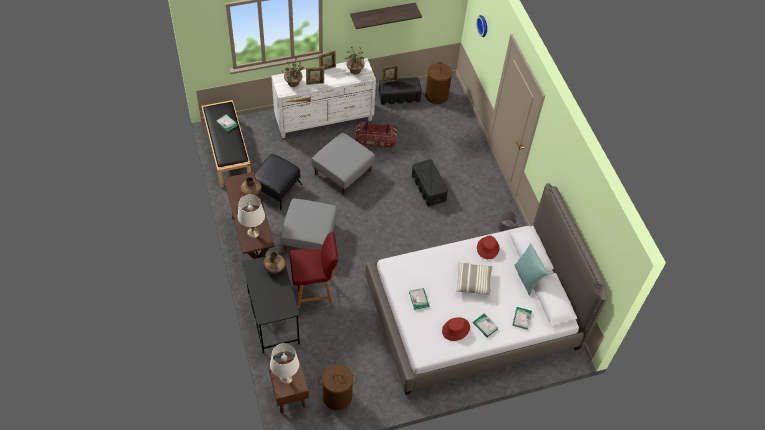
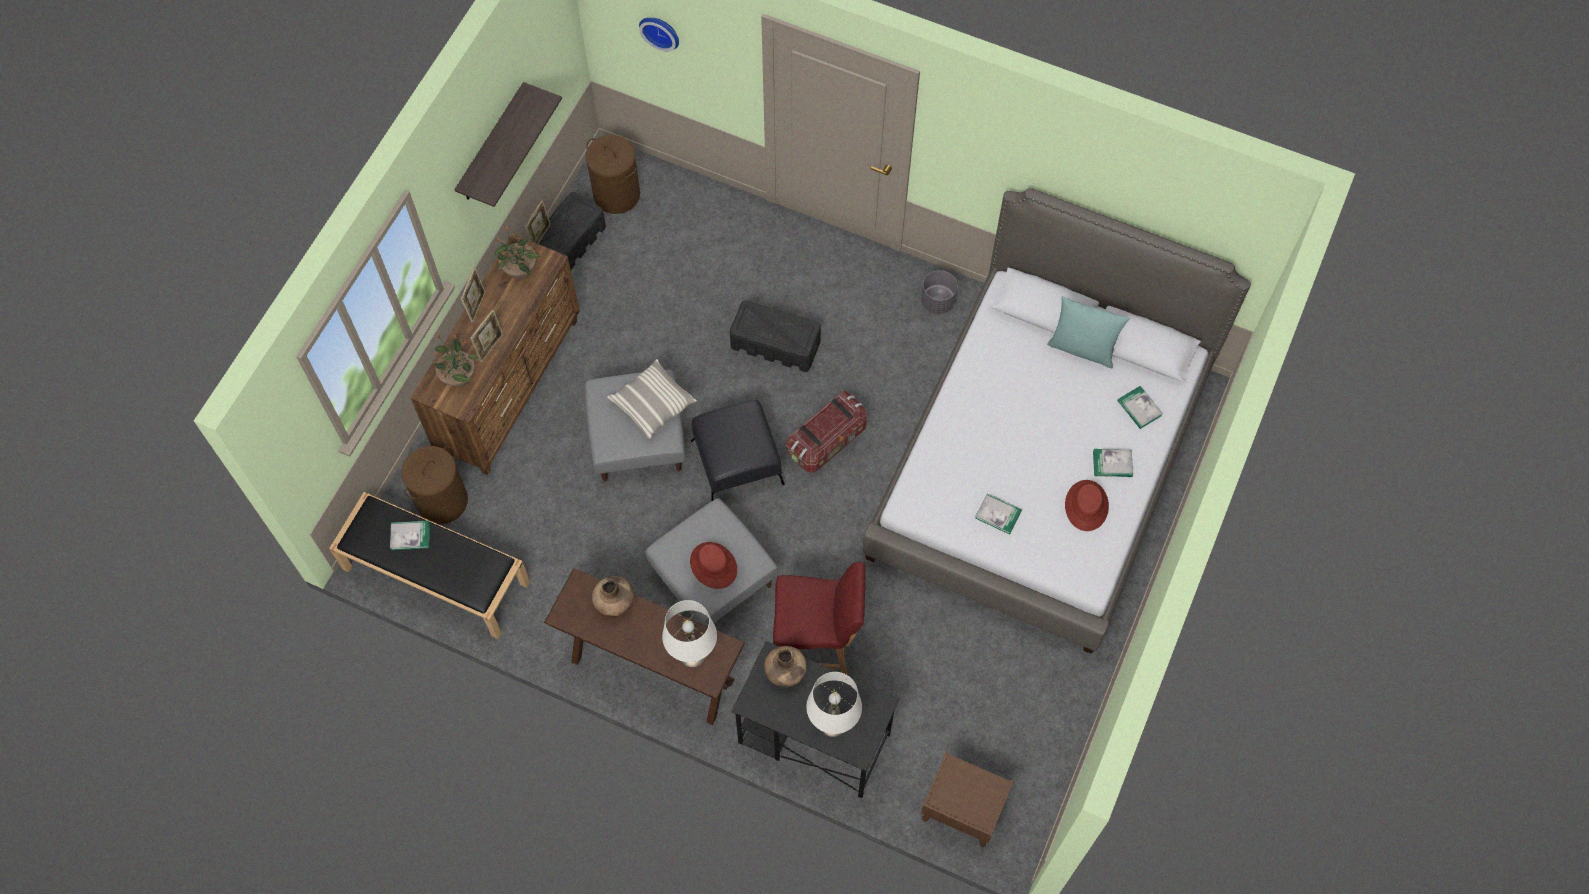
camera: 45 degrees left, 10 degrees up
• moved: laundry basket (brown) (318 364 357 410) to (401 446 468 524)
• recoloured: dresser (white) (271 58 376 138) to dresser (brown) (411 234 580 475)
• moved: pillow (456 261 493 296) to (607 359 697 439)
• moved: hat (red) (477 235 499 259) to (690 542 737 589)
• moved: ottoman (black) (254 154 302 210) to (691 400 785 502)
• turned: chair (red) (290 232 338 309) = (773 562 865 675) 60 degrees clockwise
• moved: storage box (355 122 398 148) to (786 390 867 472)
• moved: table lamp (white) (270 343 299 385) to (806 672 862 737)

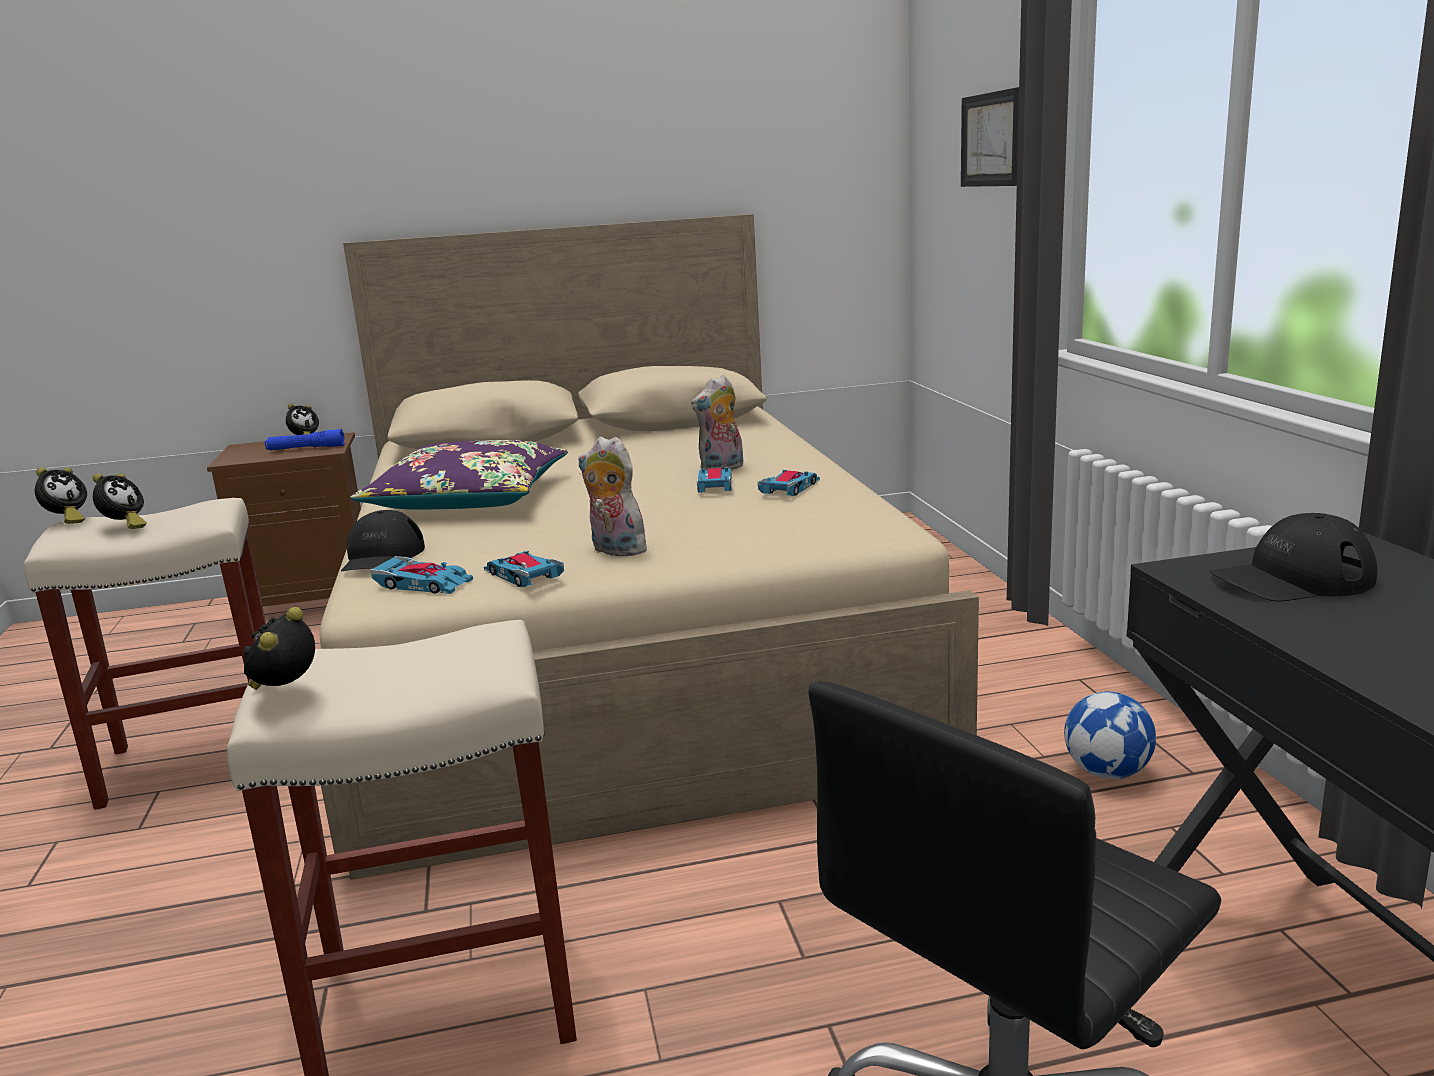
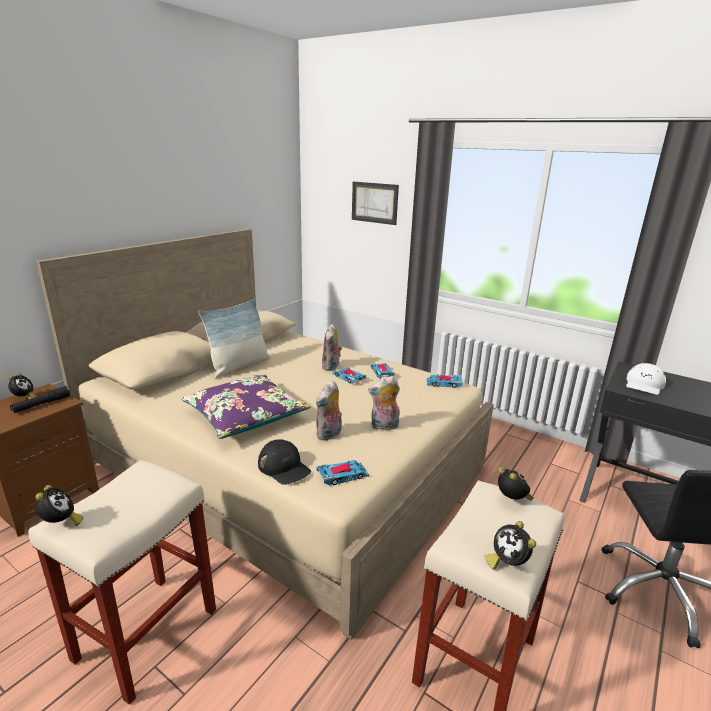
camera: 45 degrees left, 5 degrees up
• recoloured: flashlight (blue) (265 429 345 450) to flashlight (black) (10 386 70 413)
• added: pillow (198 299 270 378)
• added: plush toy (316 381 342 441)
• moved: toy car (484 551 564 588) to (427 374 463 388)
• moved: alarm clock (93 473 147 529) to (498 467 534 501)
• recoloured: cap (black) (1210 513 1377 601) to cap (white) (626 363 666 395)
• removed: football (1064 691 1156 779)

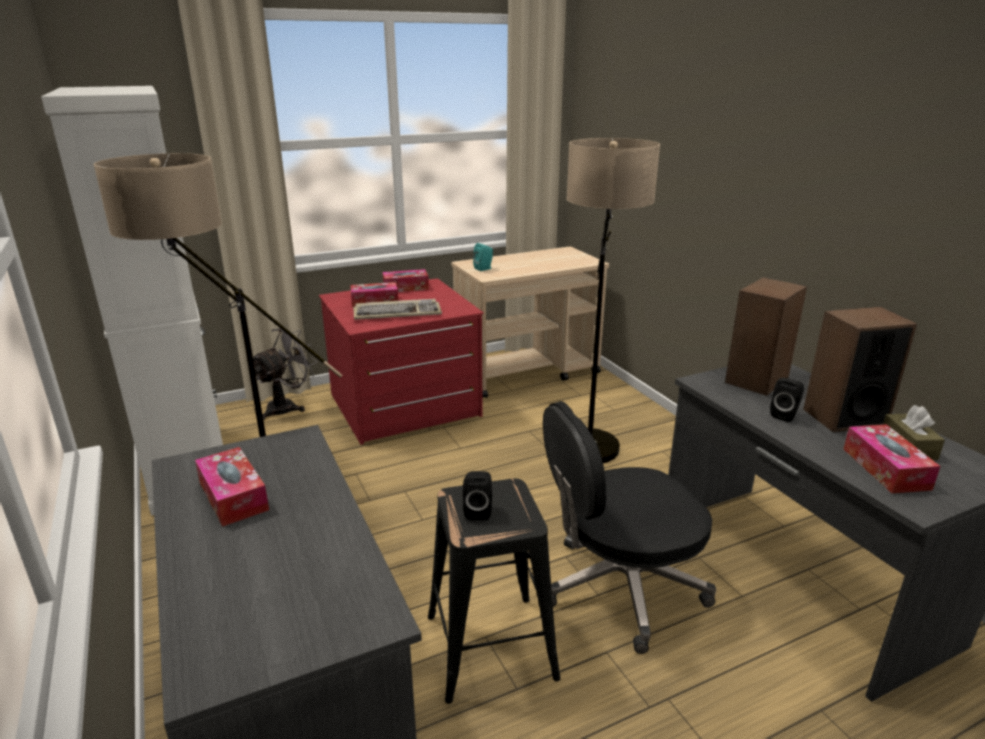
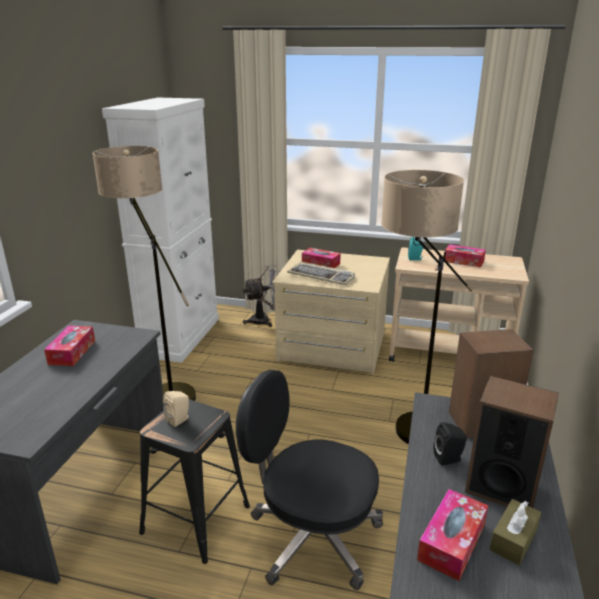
camera: 40 degrees right, 0 degrees up
• recoloured: speaker (black) (463 471 492 520) to speaker (beige) (163 391 189 427)
• recoloured: dresser (red) (319 278 484 445) to dresser (beige) (272 250 390 374)
• moved: tissue box (382 269 429 292) to (445 244 486 268)

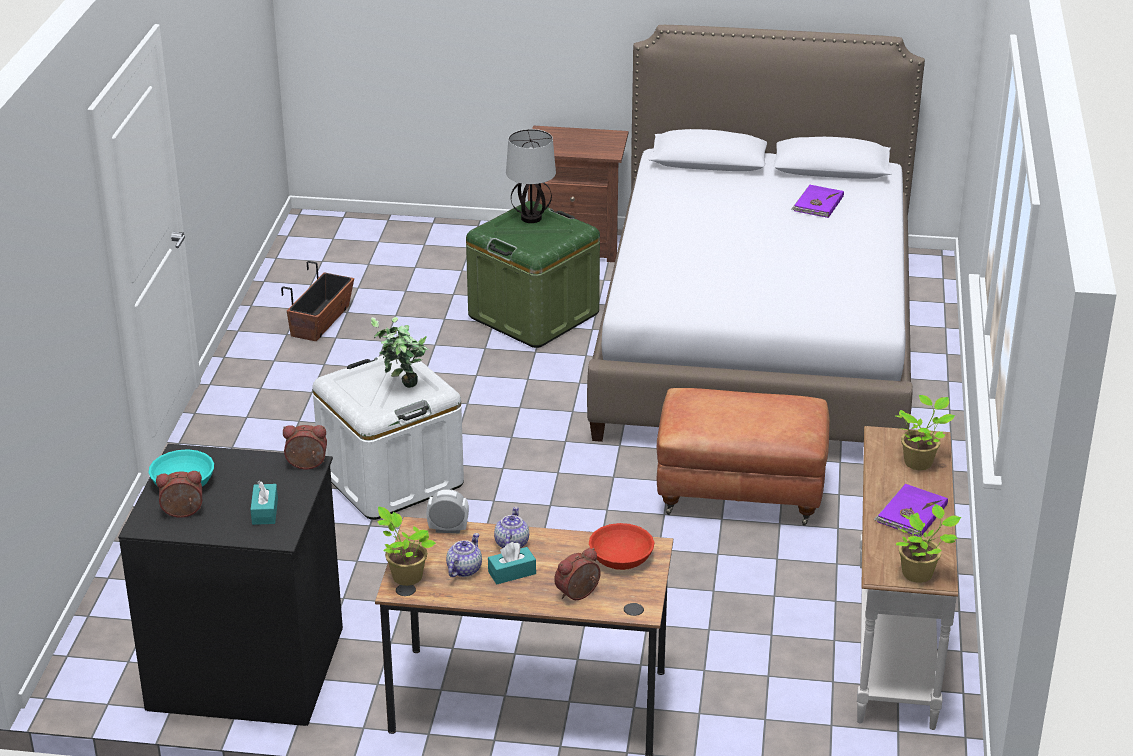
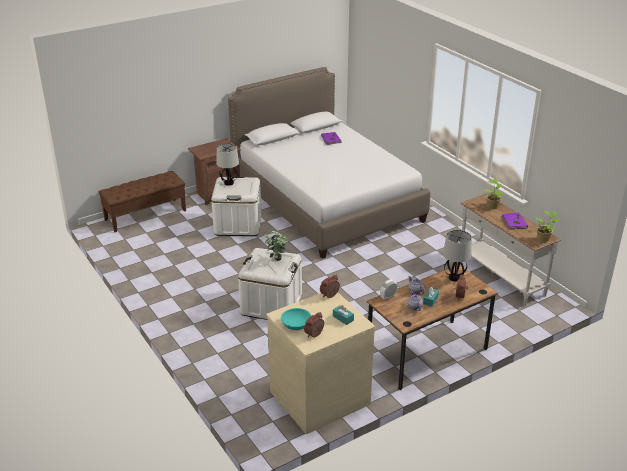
camera: 40 degrees left, 0 degrees up
• added: bench (brown) (99 171 186 232)
• recoloured: storage box (green) (466 201 600 348) to storage box (white) (211 177 262 236)
• recoloured: dresser (black) (118 444 343 726) to dresser (beige) (266 292 375 434)
• replaced: bowl (red) (589 523 654 570) to table lamp (443 230 472 281)
• removed: planter (281 261 354 341)
• removed: potted plant (378 507 436 586)
• removed: ottoman (brown) (657 388 830 526)

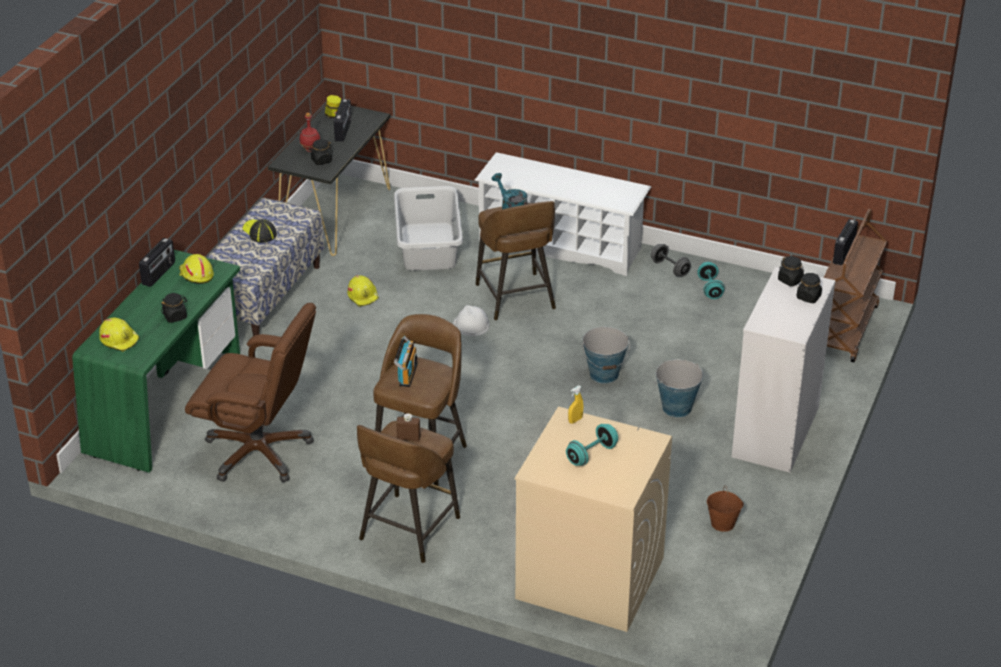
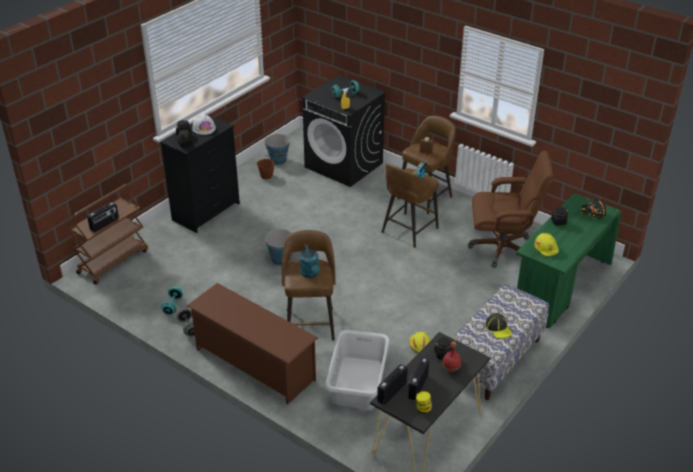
camera: 165 degrees left, 0 degrees up
• recoloured: dresser (white) (732 267 836 473) to dresser (black) (160 115 240 233)
• recoloured: shoe rack (white) (474 152 651 276) to shoe rack (brown) (186 283 318 404)
• moved: hard hat (white) (453 305 490 336) to (192 114 216 135)
• moved: bucket (654 359 703 418) to (265 134 291 165)
• recoloured: washing machine (beige) (515 406 672 632) to washing machine (black) (302 75 386 187)
• moved: radio (139 238 175 287) to (377 364 408 405)
• turned: office chair (brown) (185 303 316 482) = (468 150 553 268) 150 degrees clockwise
• recoloured: hard hat (yellow) (99 318 139 352) to hard hat (black) (580 199 607 219)

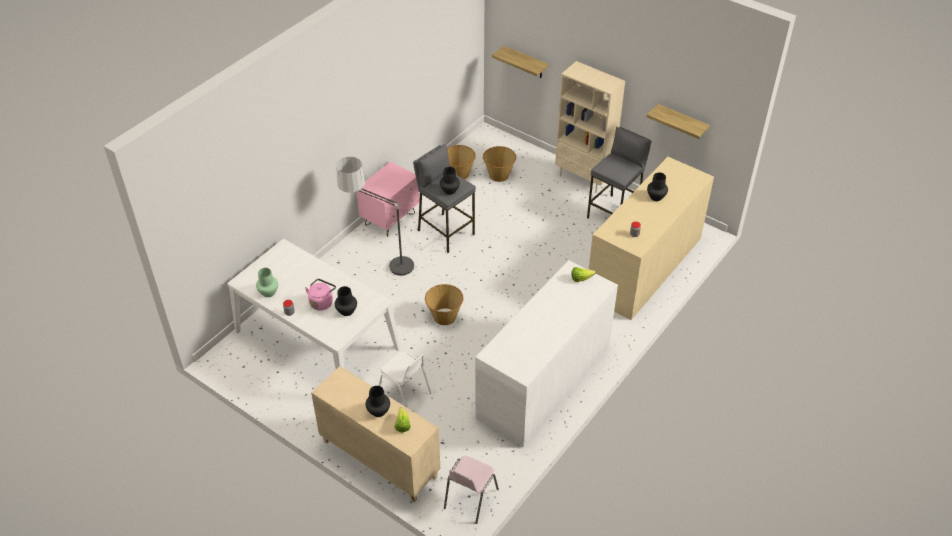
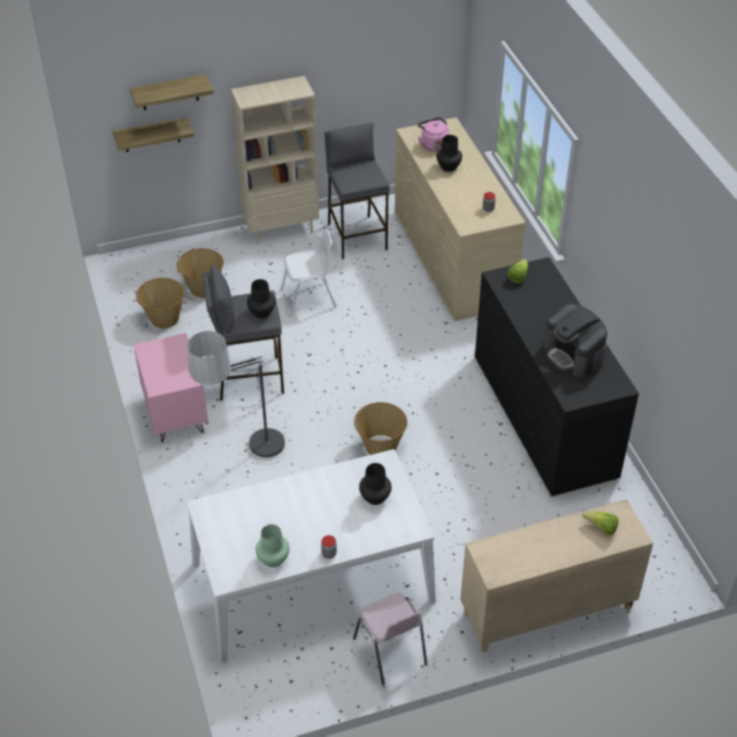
camera: 55 degrees left, 0 degrees up
• moved: shelf (646 104 710 139) to (130 75 214 110)
• moved: chair (white) (379 352 431 407) to (281 229 337 317)
• moved: chair (pink) (444 456 499 524) to (353 593 427 686)
• moved: kettle (pink) (305 279 336 310) to (418 117 449 152)
• recoloured: dresser (white) (475 260 618 447) to dresser (black) (475 257 639 496)
• added: coffee machine (543 304 607 378)
• removed: vase (black) (365 386 390 417)

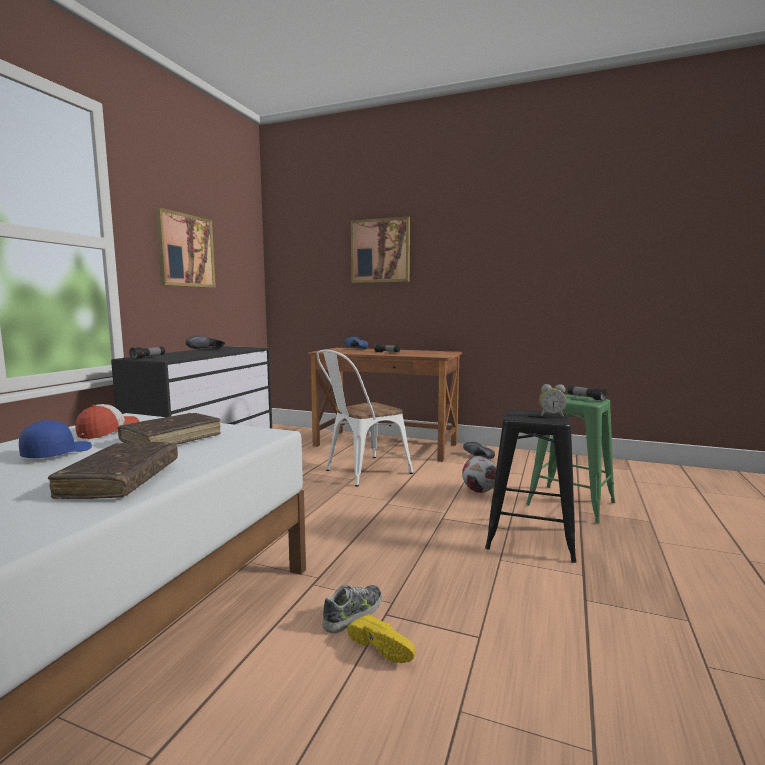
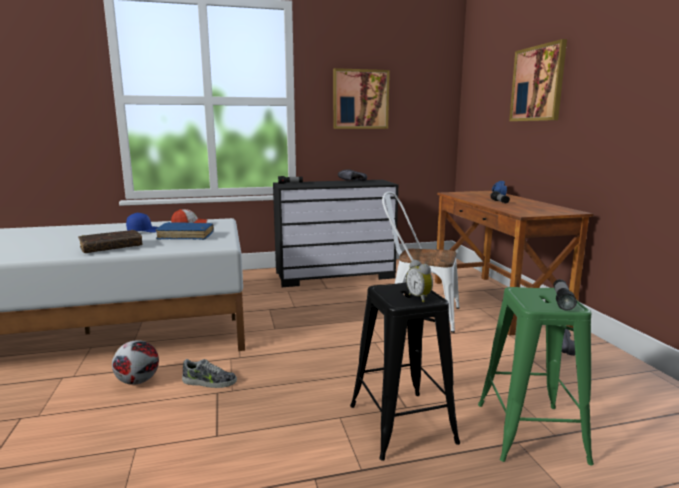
camera: 55 degrees right, 5 degrees up
• moved: football (462 456 496 493) to (112 340 159 385)
• recoloured: book (brown) (117 413 221 445) to book (blue) (156 222 214 240)
• removed: shoe (yellow) (347 614 416 663)

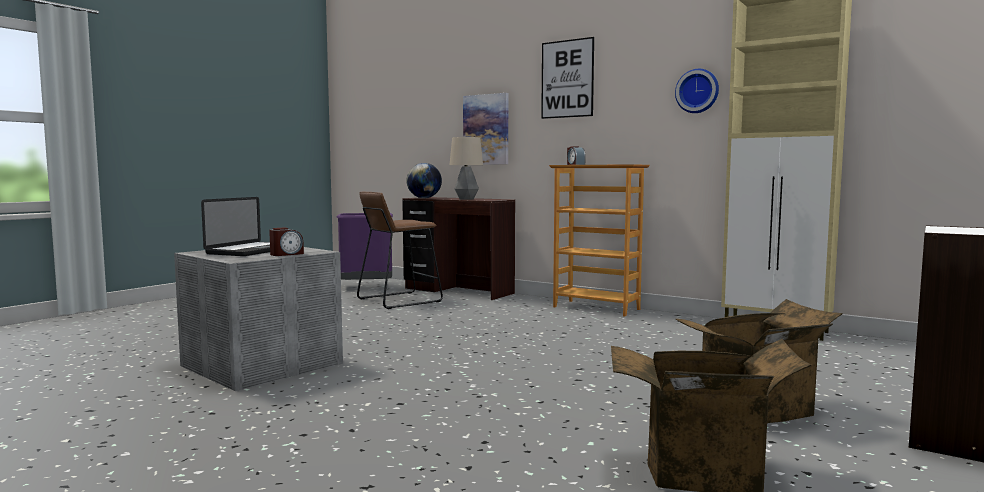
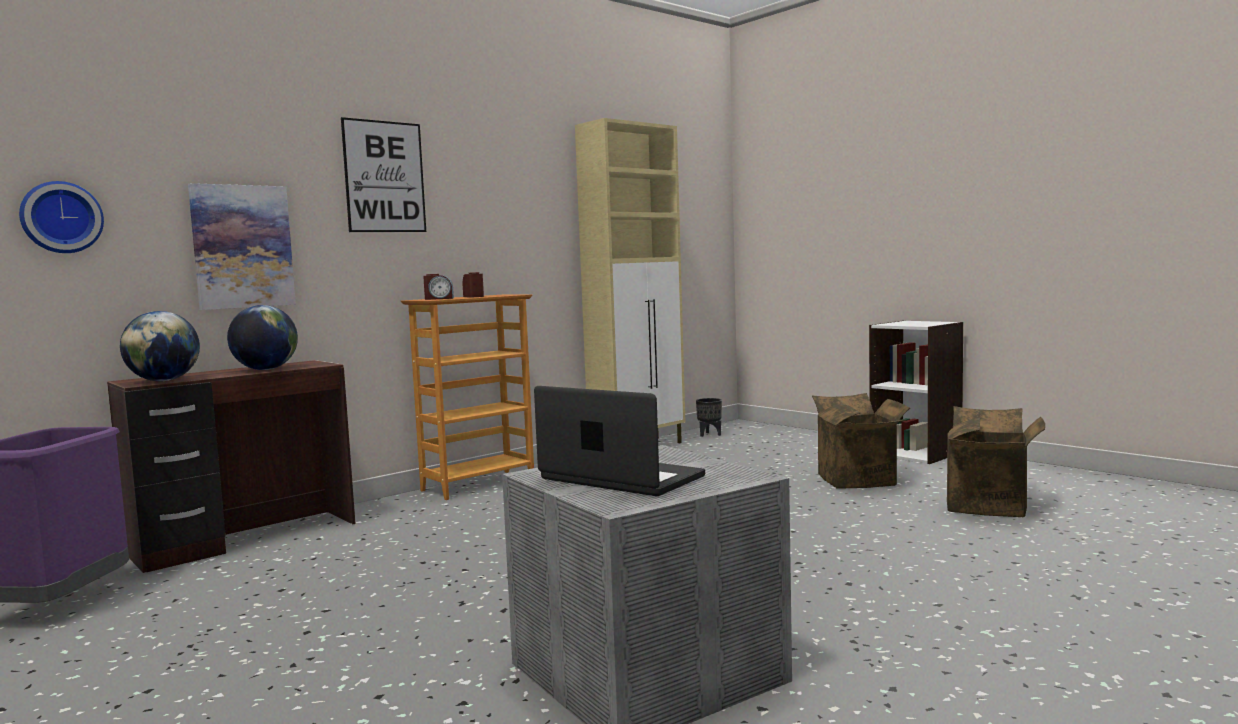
camera: 75 degrees left, 0 degrees up
• moved: wall clock (675 69 719 113) to (19 181 104 253)
• replaced: table lamp (450 137 483 200) to globe (227 305 298 370)
• moved: alarm clock (269 227 304 256) to (463 272 484 298)
• added: planter (black) (696 398 722 437)
• removed: stool (brown) (357 192 443 309)

